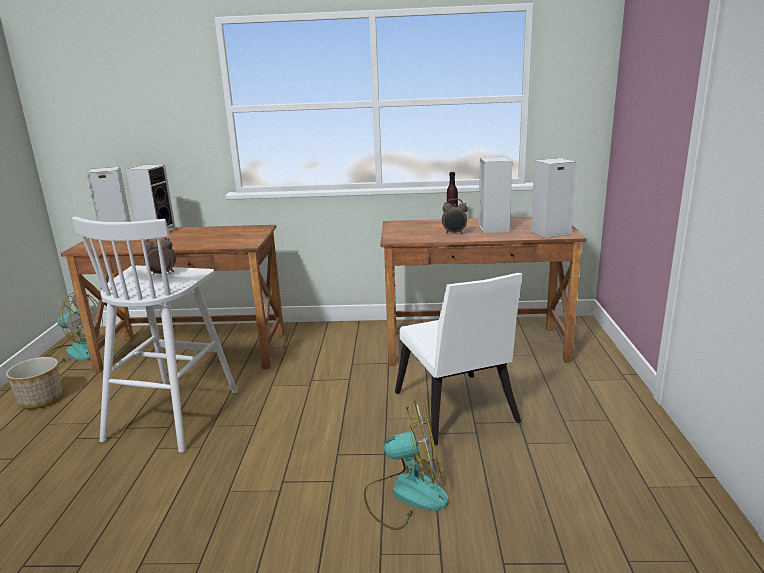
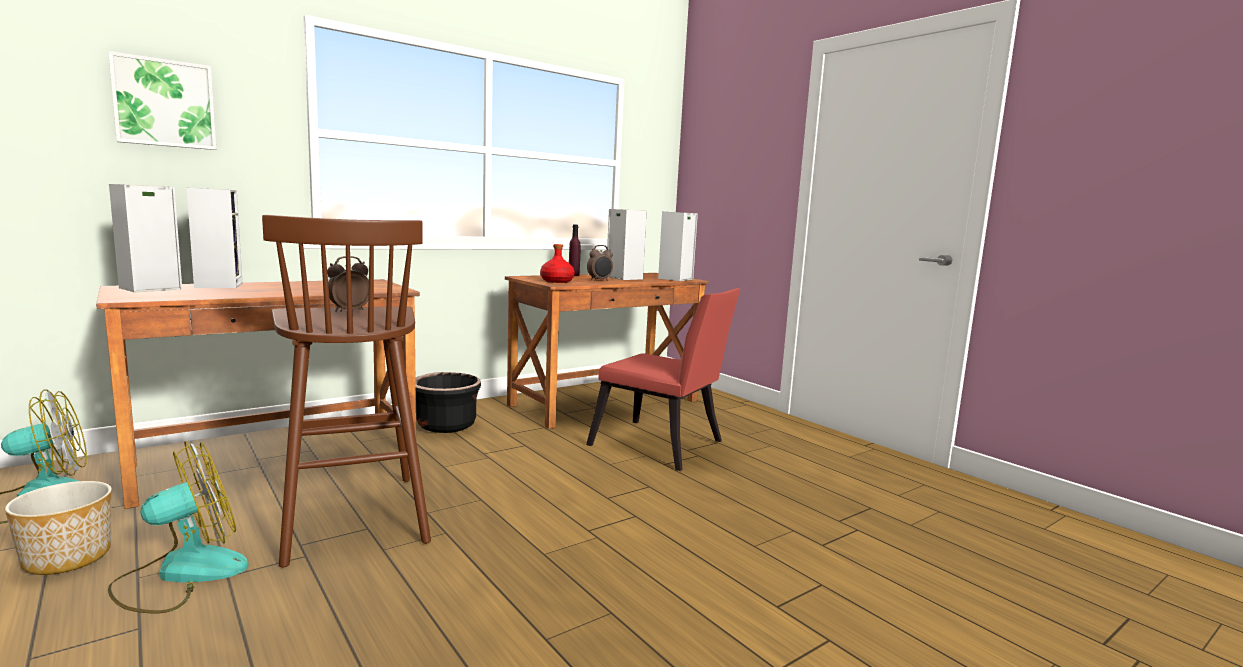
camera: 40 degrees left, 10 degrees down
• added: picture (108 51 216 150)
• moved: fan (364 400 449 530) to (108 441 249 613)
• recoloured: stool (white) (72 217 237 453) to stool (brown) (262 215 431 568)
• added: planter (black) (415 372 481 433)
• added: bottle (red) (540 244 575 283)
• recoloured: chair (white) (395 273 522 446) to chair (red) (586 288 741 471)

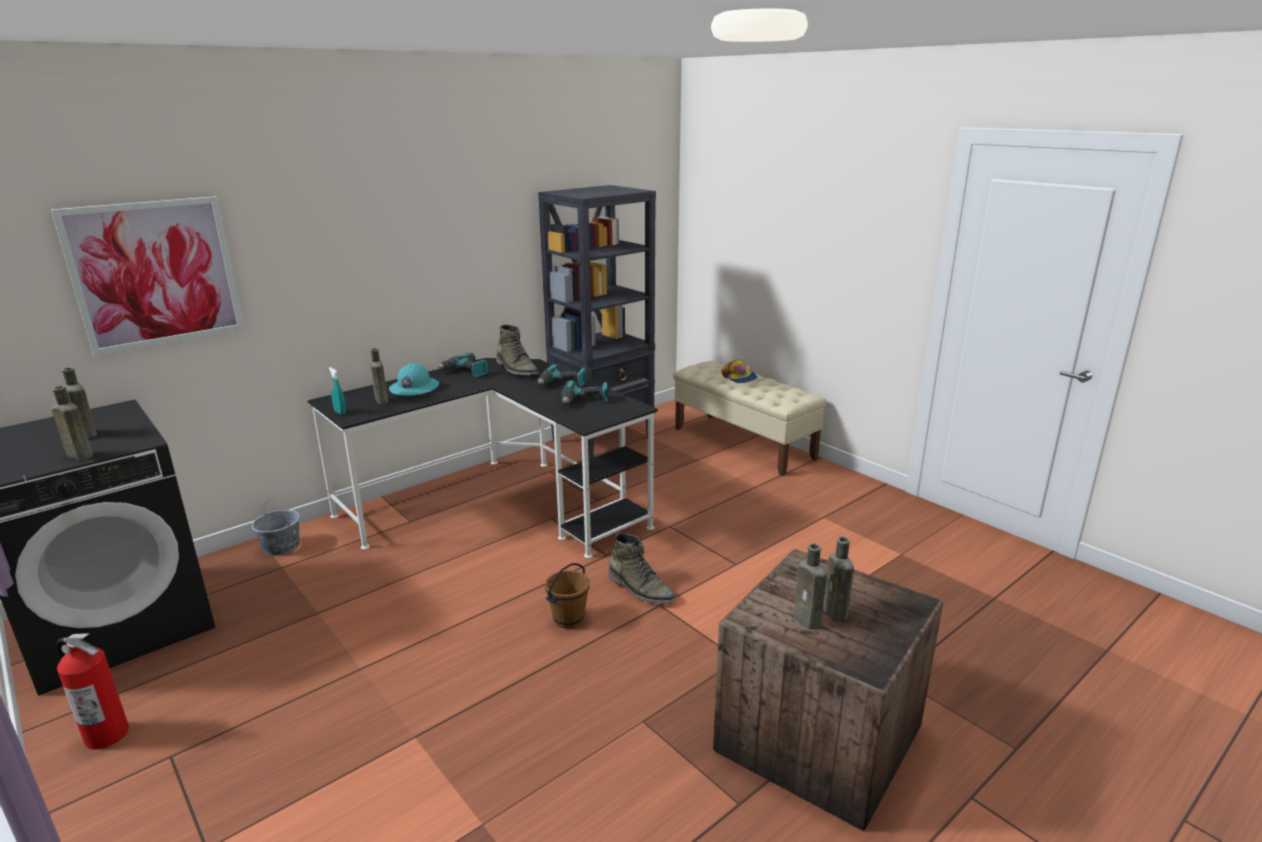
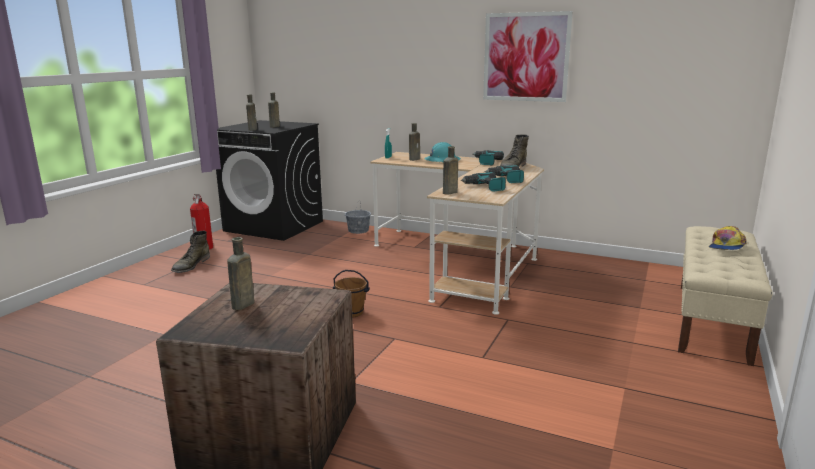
camera: 65 degrees right, 5 degrees down
• moved: boot (green) (608 533 676 604) to (171 231 210 273)
• recoloured: desk (black) (308 358 658 558) to desk (beige) (370 152 544 315)
• moved: bottle (brown) (823 537 854 622) to (443 146 458 195)
• moved: picture (51 196 244 356) to (483 11 573 102)
• removed: bookcase (black) (538 185 656 459)

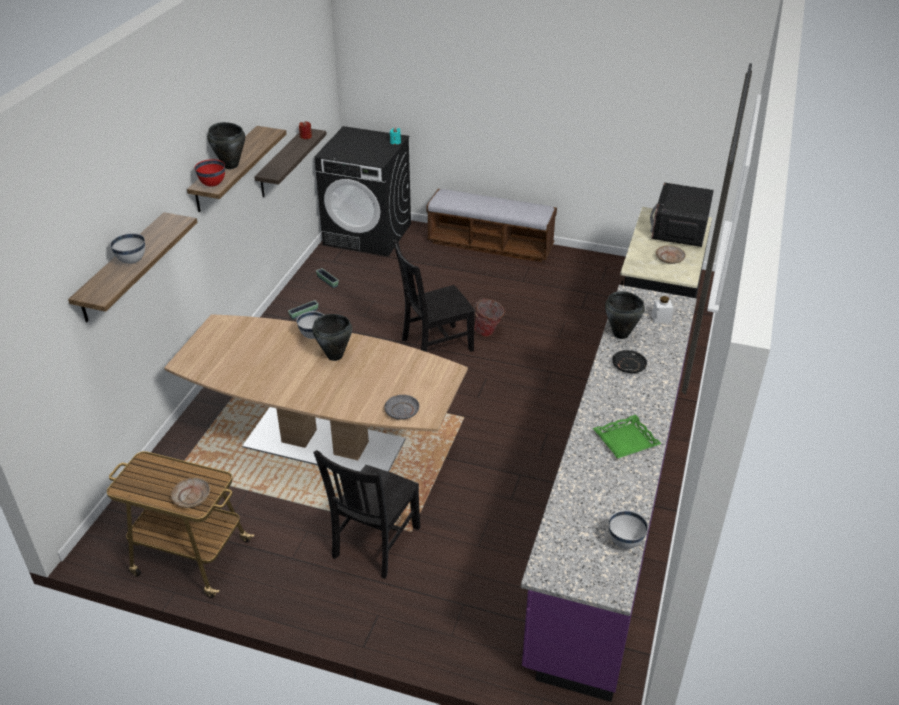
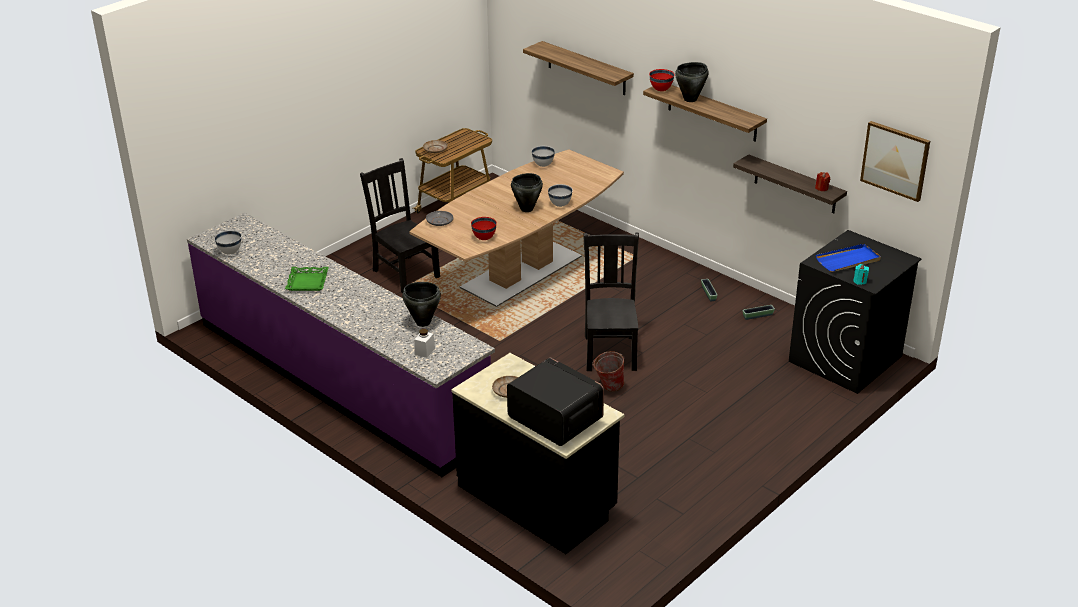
camera: 115 degrees right, 5 degrees down
• added: bowl (red) (471 217 497 240)
• moved: bowl (white) (110 233 145 264) to (532 146 555 167)
• added: tray (blue) (816 244 881 272)
• added: picture (860 121 930 202)
• removed: bench (427 189 557 262)
• removed: plate (black) (613 350 647 373)

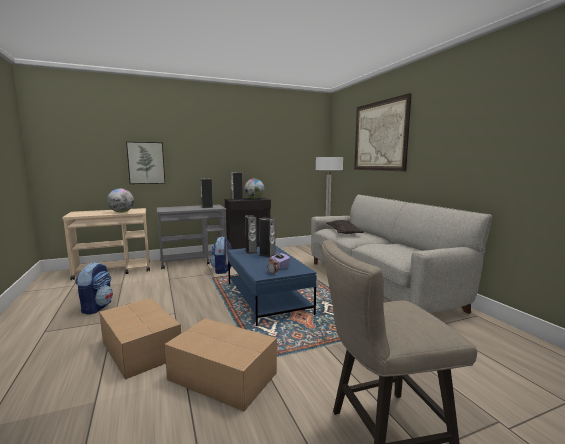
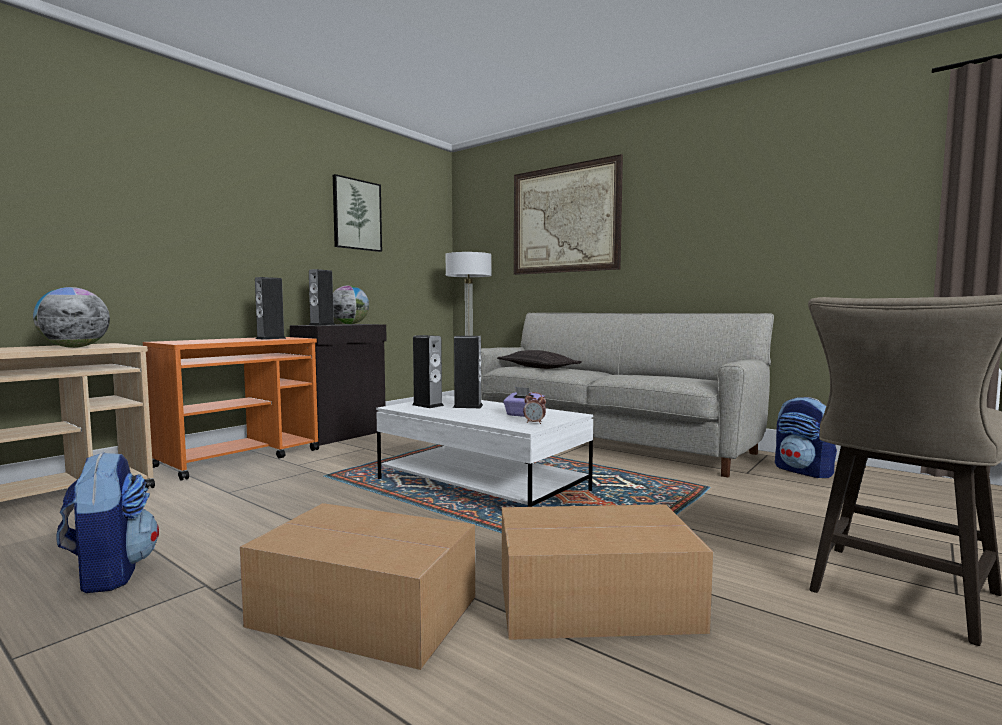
camera: 30 degrees left, 5 degrees down
• recoloured: cart (grey) (157 205 227 269) to cart (orange) (143 337 319 481)
• moved: picture (126 142 165 184) to (333 174 382 252)
• recoloured: coffee table (blue) (228 245 316 326) to coffee table (white) (376 395 593 507)
• moved: backpack (210 236 231 274) to (775 397 837 478)

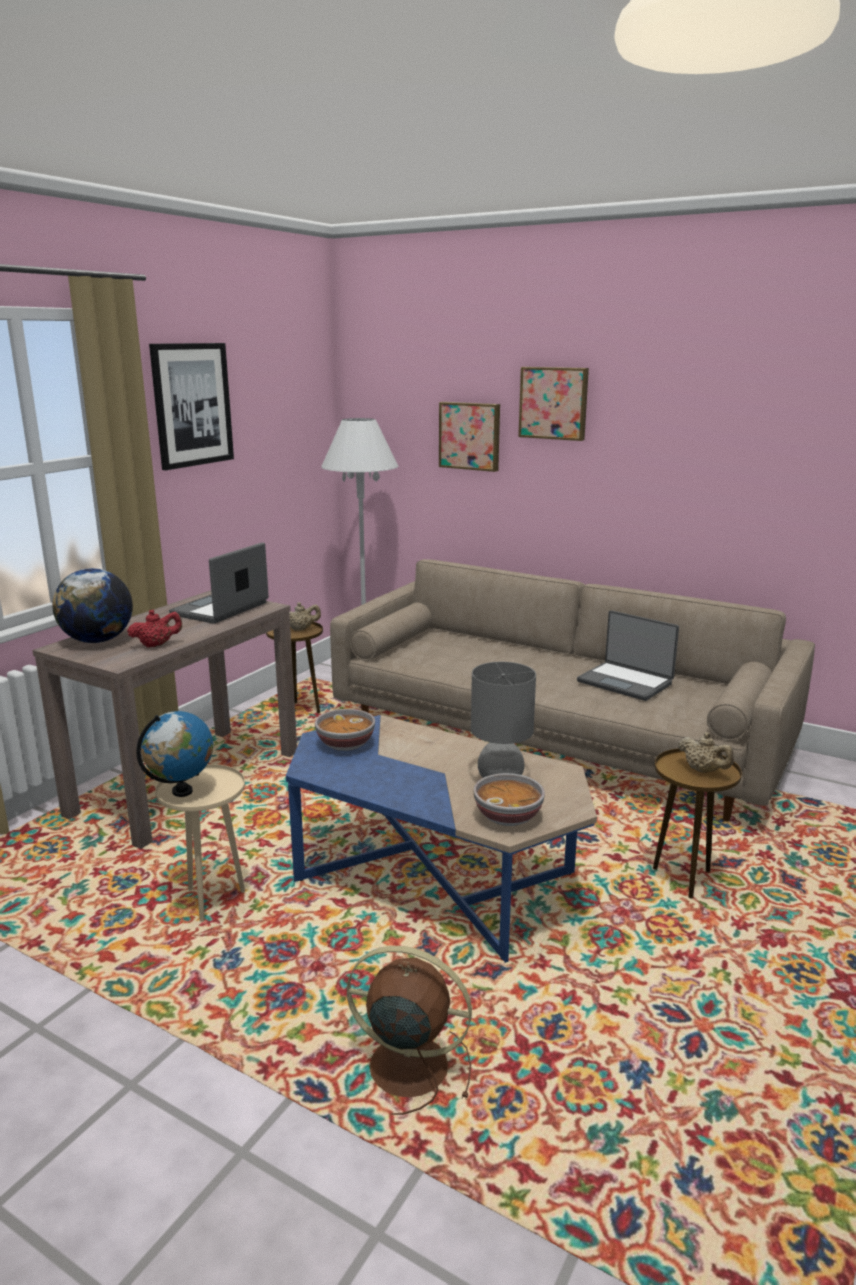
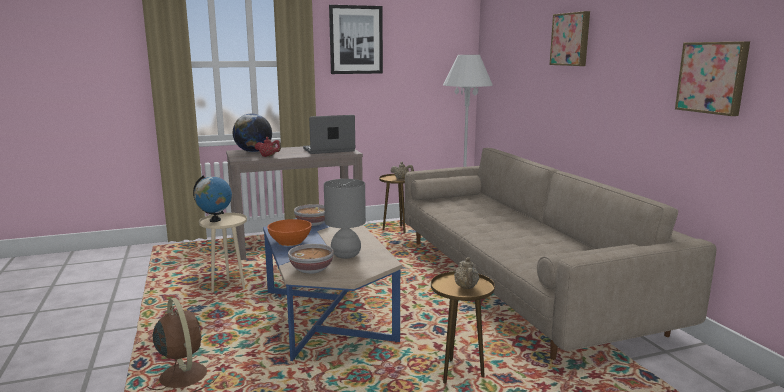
camera: 40 degrees right, 5 degrees down
• added: bowl (orange) (267 219 312 246)
• moved: picture (439 402 500 472) to (675 41 750 116)
• removed: laptop (577 610 679 701)

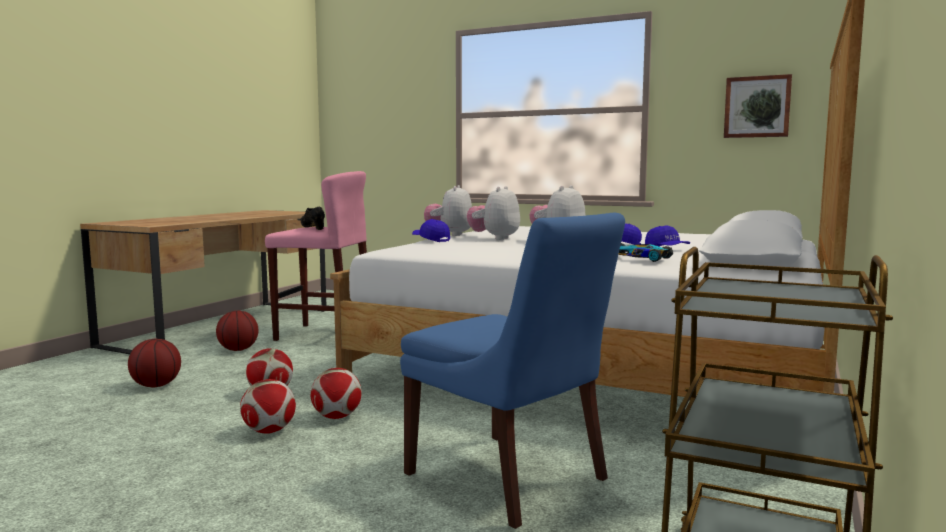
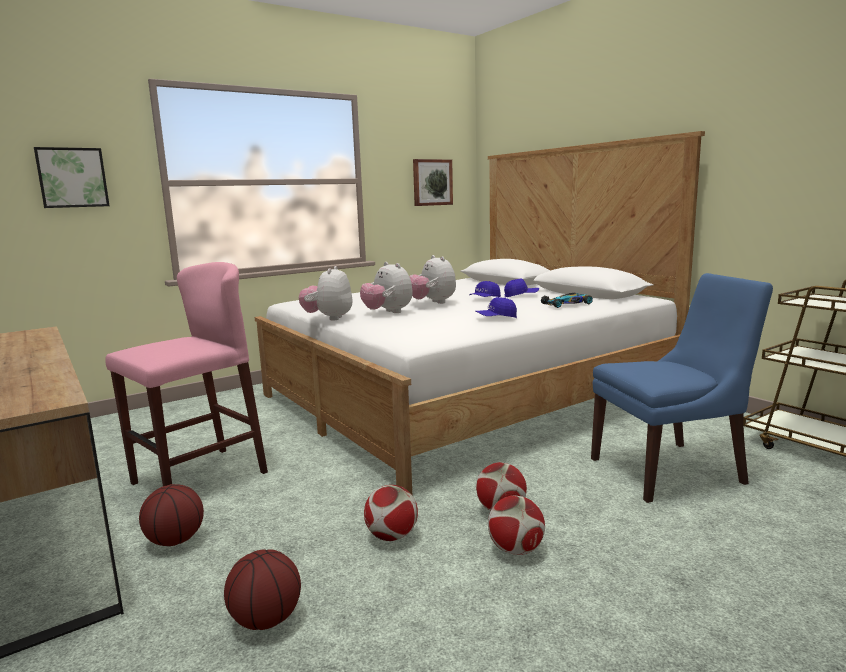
camera: 60 degrees left, 5 degrees up
• added: picture (34 147 110 208)
• turned: plush toy (424 185 472 236) = (299 266 353 321) 60 degrees clockwise
• moved: cap (blue) (412 219 450 242) to (476 297 517 318)
• removed: shoe (black) (300 207 325 230)

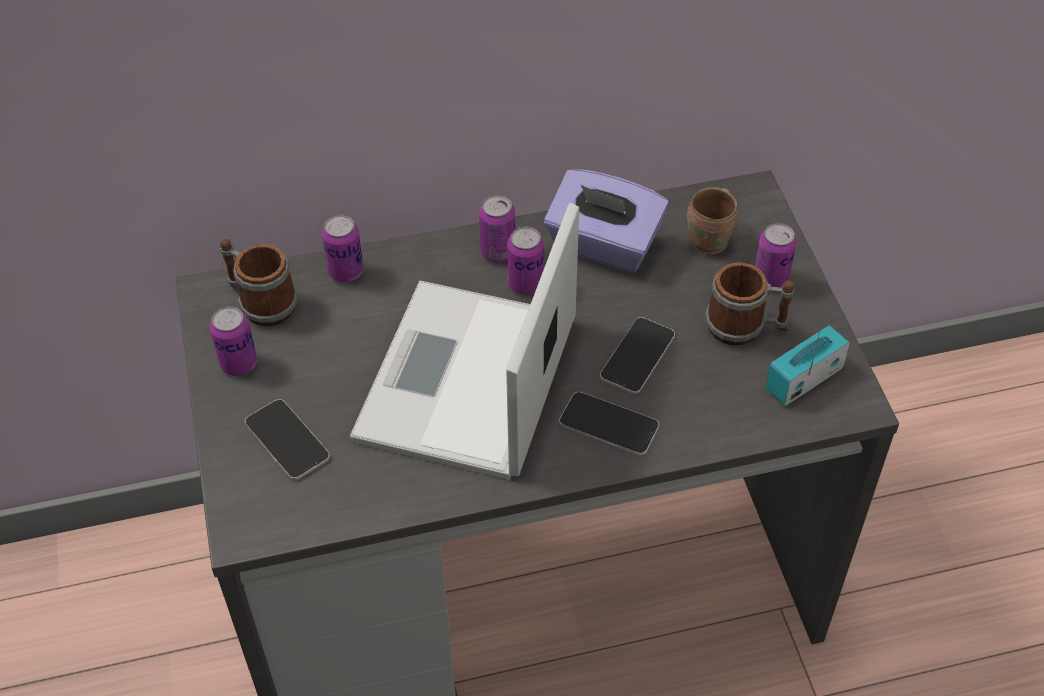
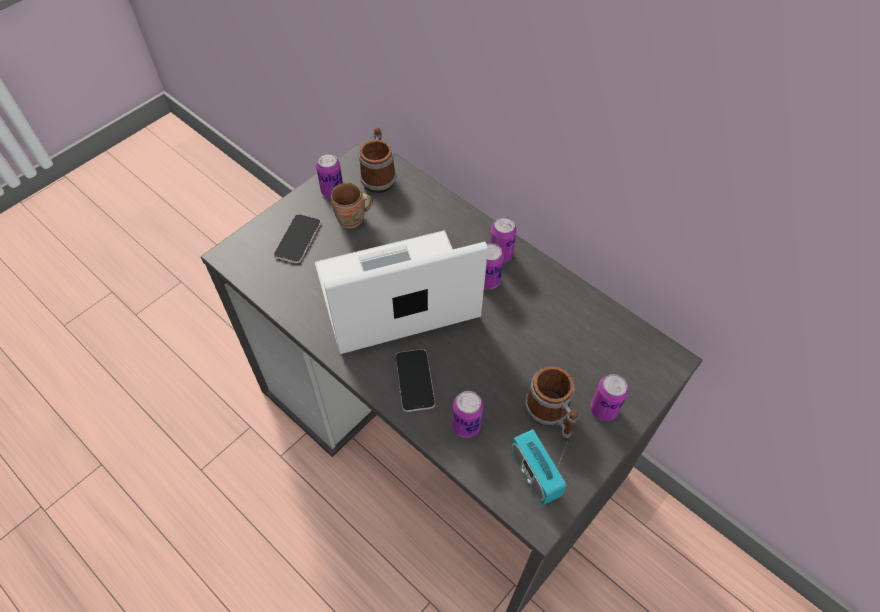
camera: 55 degrees right, 5 degrees up
• moved: mug (brown) (687 187 738 254) to (331 183 373 229)
• moved: can (322 215 364 283) to (452 391 483 438)
• turned: radio (766 319 850 406) = (511 429 568 505) 135 degrees counterclockwise
• removed: tissue box (purple) (544 169 669 272)
• removed: phone (600 317 675 394)

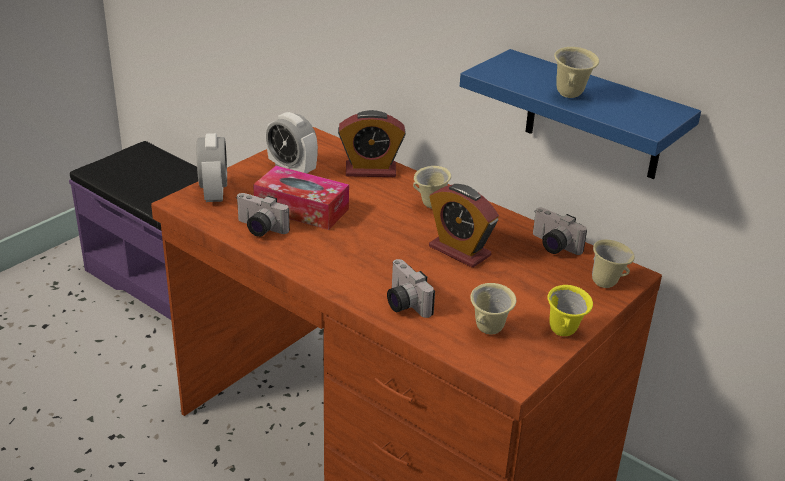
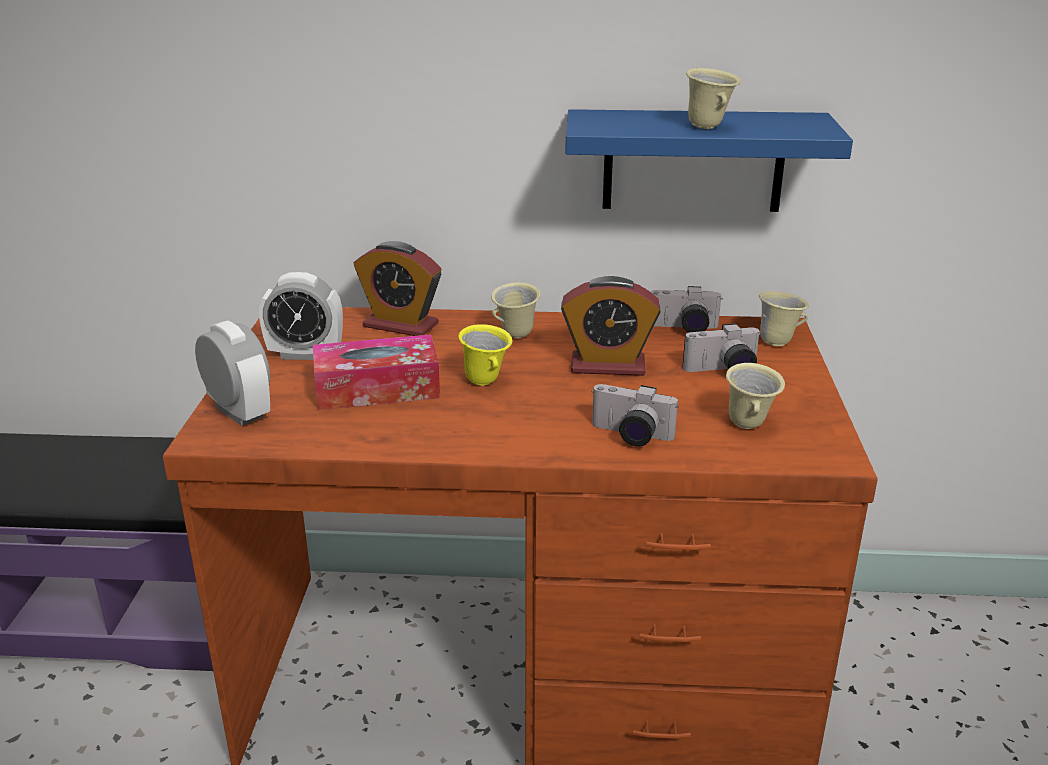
camera: 35 degrees left, 5 degrees down
• turned: alarm clock (338 110 406 177) = (354 241 441 336) 60 degrees clockwise
• moved: mug (yellow) (547 285 593 336) to (458 324 512 386)
• moved: photo camera (237 193 290 237) to (682 323 761 372)

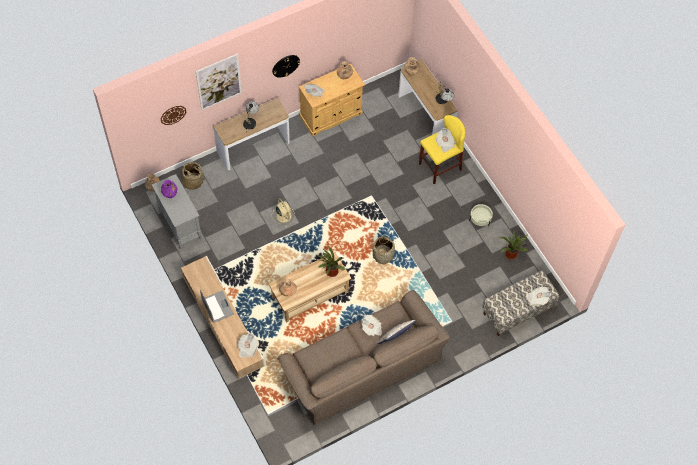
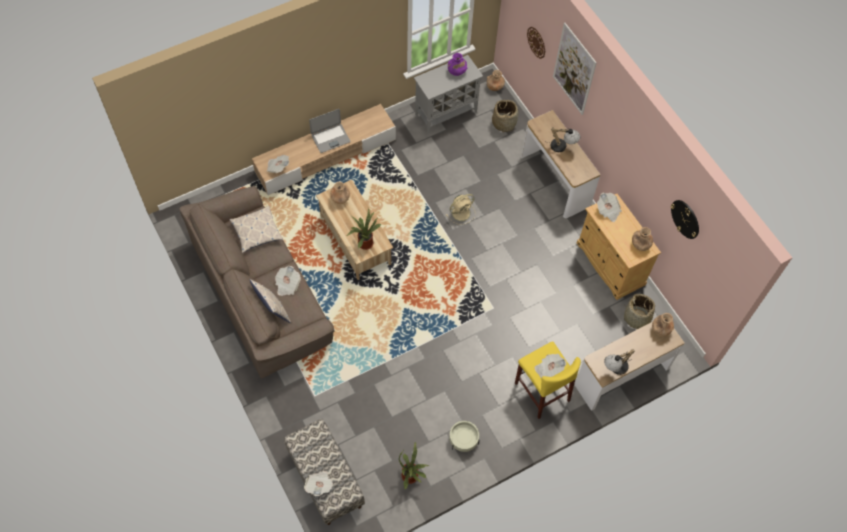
camera: 90 degrees right, 0 degrees up
• added: pillow (229 206 283 253)
• moved: basket (372 236 395 264) to (624 294 655 329)
• moved: wall clock (272 55 300 77) to (671 200 699 239)

